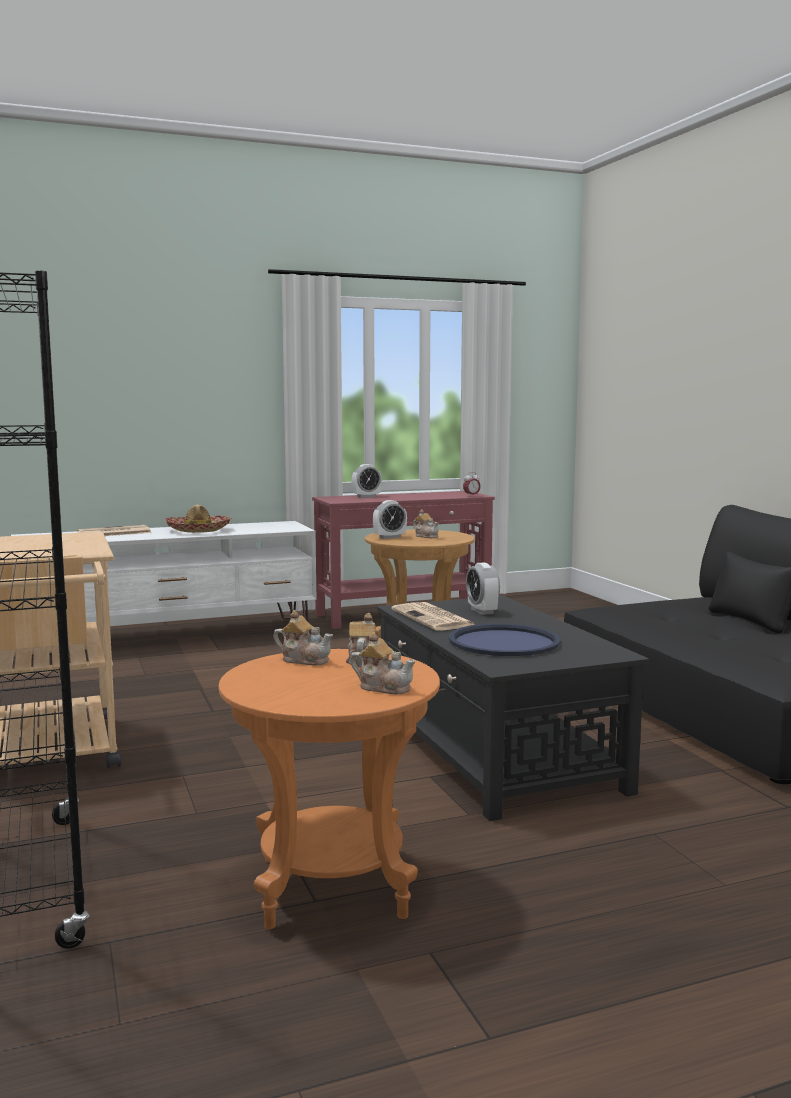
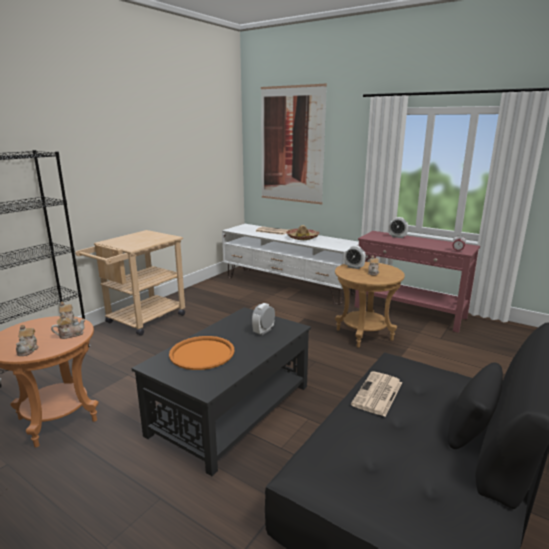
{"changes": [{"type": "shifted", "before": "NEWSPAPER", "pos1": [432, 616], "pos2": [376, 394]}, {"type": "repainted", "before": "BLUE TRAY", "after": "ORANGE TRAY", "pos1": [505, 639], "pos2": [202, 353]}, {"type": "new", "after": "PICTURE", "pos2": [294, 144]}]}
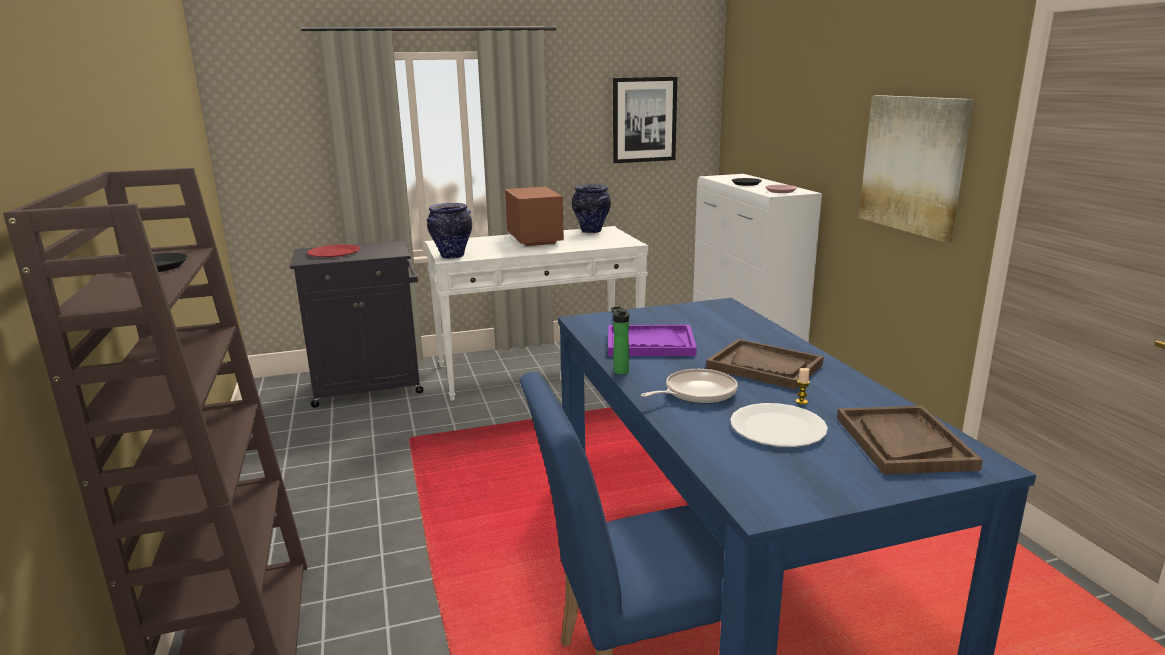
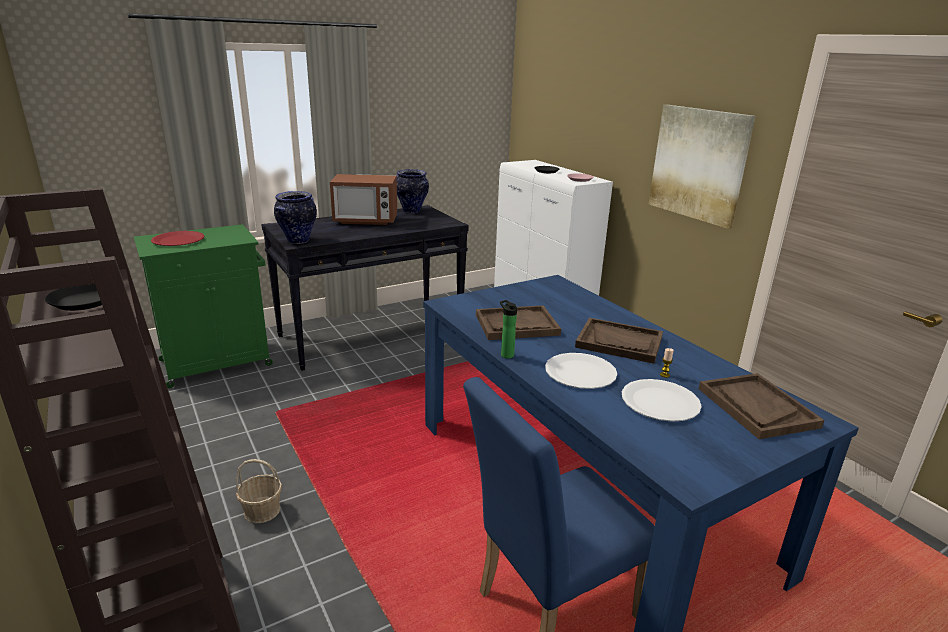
{"changes": [{"type": "repainted", "before": "BLACK CABINET", "after": "GREEN CABINET", "pos1": [357, 324], "pos2": [203, 306]}, {"type": "repainted", "before": "WHITE CONSOLE TABLE", "after": "BLACK CONSOLE TABLE", "pos1": [536, 313], "pos2": [365, 288]}, {"type": "rotated", "before": "MICROWAVE", "pos1": [534, 216], "pos2": [363, 199], "turn": 120}, {"type": "repainted", "before": "PURPLE TRAY", "after": "BROWN TRAY", "pos1": [652, 340], "pos2": [518, 322]}, {"type": "gone", "before": "PICTURE", "pos1": [645, 120]}, {"type": "swapped", "before": "FRYING PAN", "after": "WHITE PLATE", "pos1": [689, 386], "pos2": [581, 371]}, {"type": "new", "after": "BASKET", "pos2": [259, 491]}]}
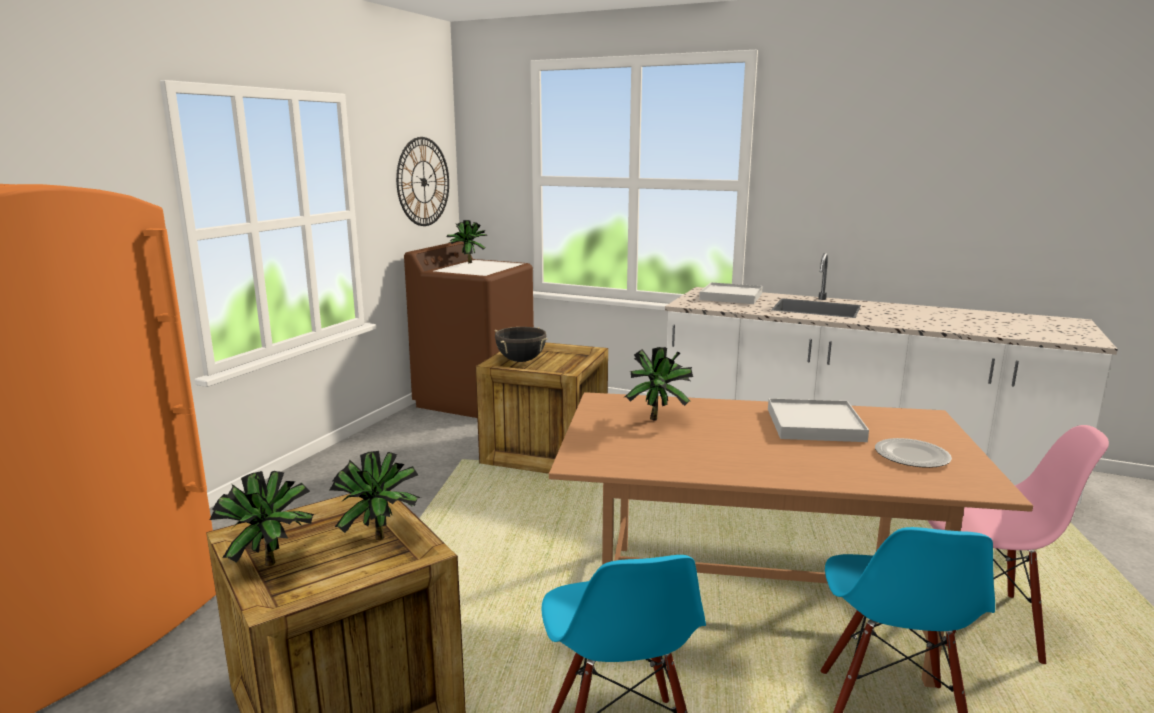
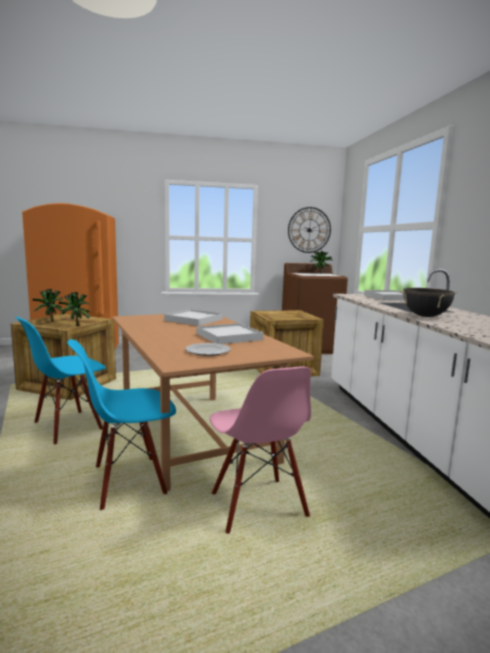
{"changes": [{"type": "shifted", "before": "BLACK COOKING POT", "pos1": [521, 344], "pos2": [428, 302]}, {"type": "swapped", "before": "POTTED PLANT", "after": "WHITE TRAY", "pos1": [659, 383], "pos2": [193, 317]}]}
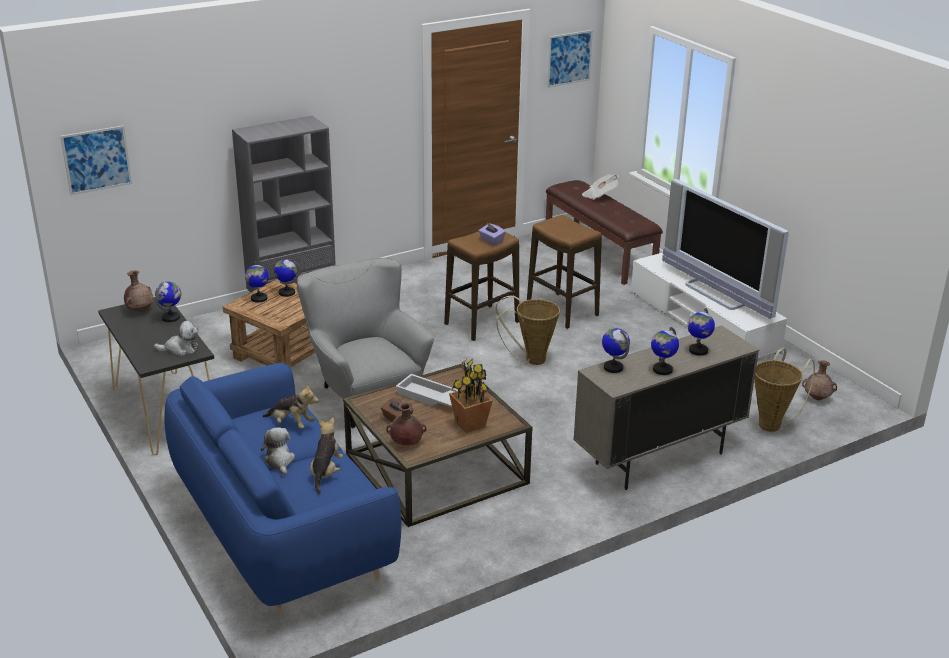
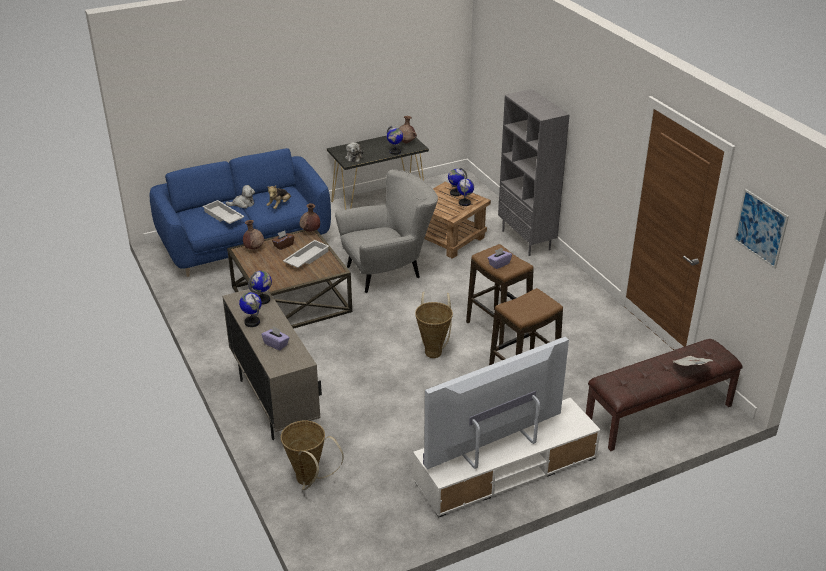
{"changes": [{"type": "gone", "before": "PICTURE", "pos1": [96, 160]}, {"type": "swapped", "before": "PLUSH TOY", "after": "WHITE TRAY", "pos1": [326, 455], "pos2": [223, 212]}, {"type": "gone", "before": "POTTED PLANT", "pos1": [471, 395]}, {"type": "swapped", "before": "GLOBE", "after": "PURPLE TISSUE BOX", "pos1": [701, 332], "pos2": [276, 338]}, {"type": "shifted", "before": "BROWN VASE", "pos1": [819, 380], "pos2": [310, 217]}]}
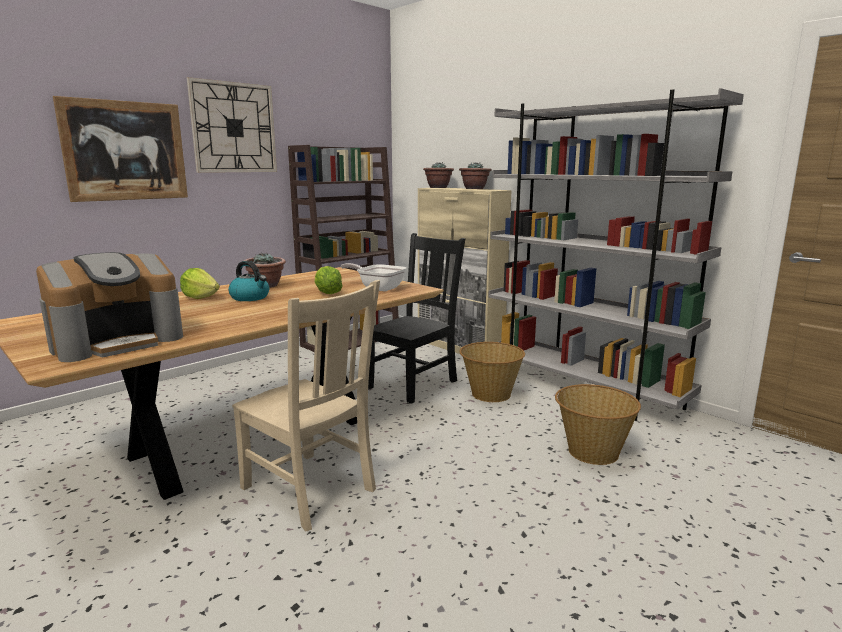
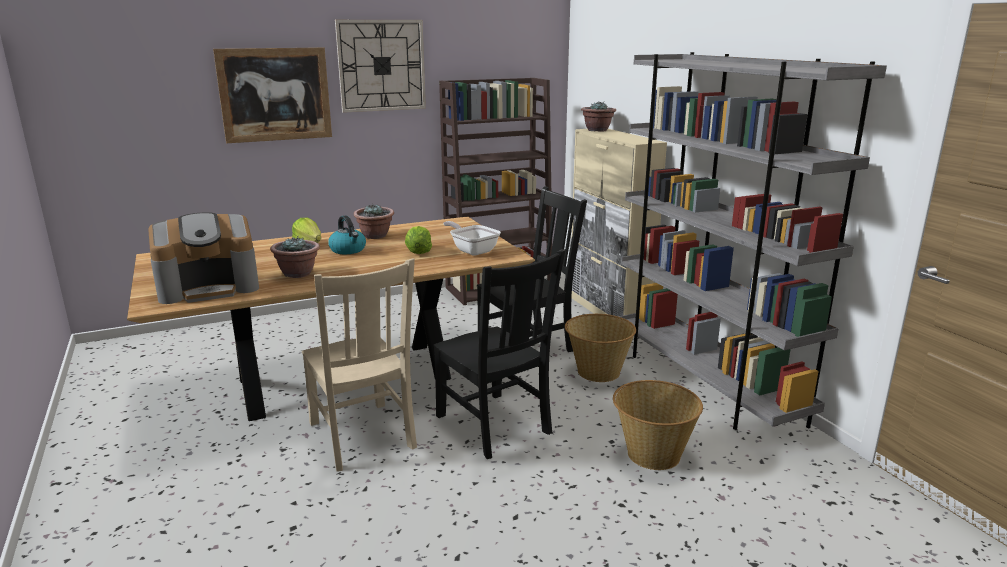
{"changes": [{"type": "shifted", "before": "POTTED PLANT", "pos1": [475, 175], "pos2": [295, 257]}, {"type": "new", "after": "BLACK CHAIR", "pos2": [499, 354]}]}
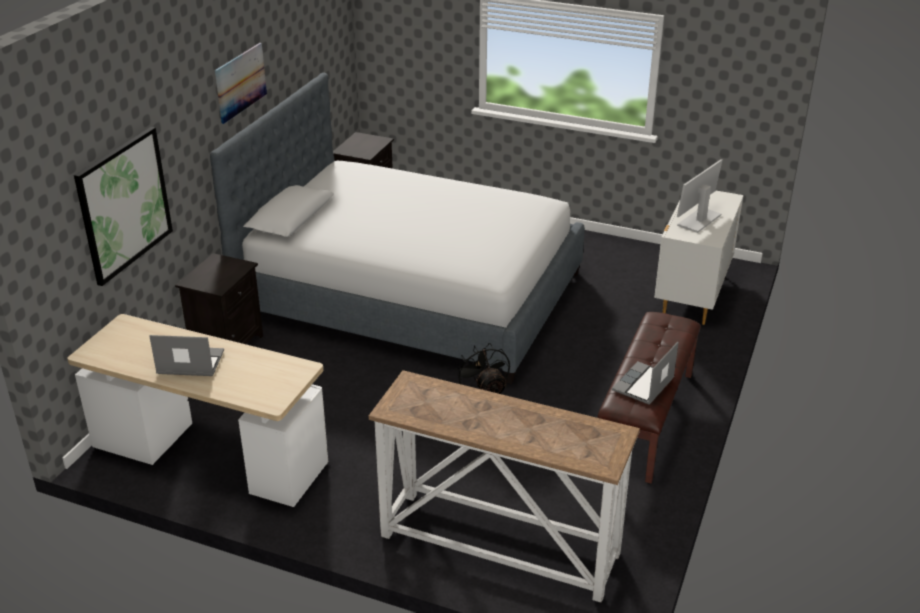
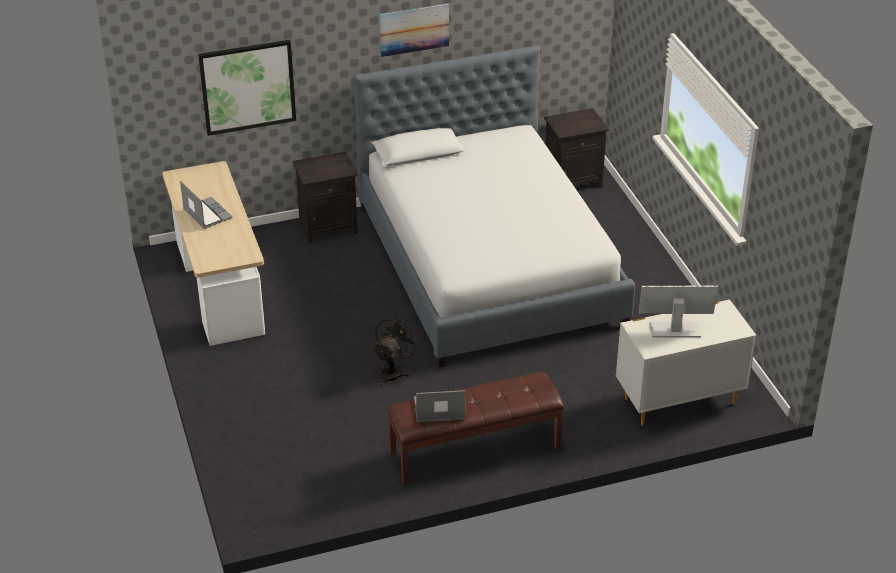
{"changes": [{"type": "gone", "before": "CONSOLE TABLE", "pos1": [504, 486]}]}
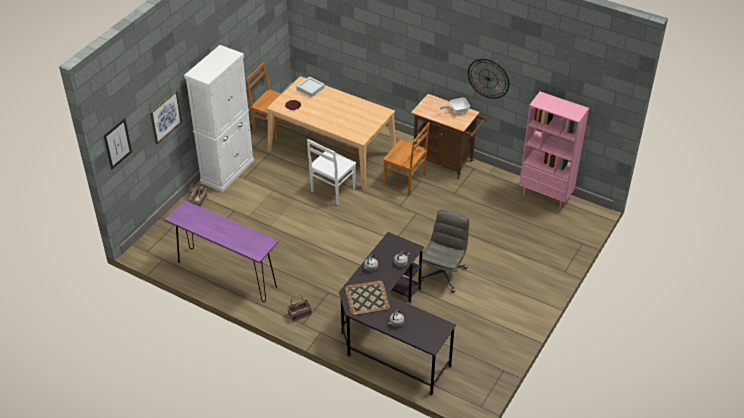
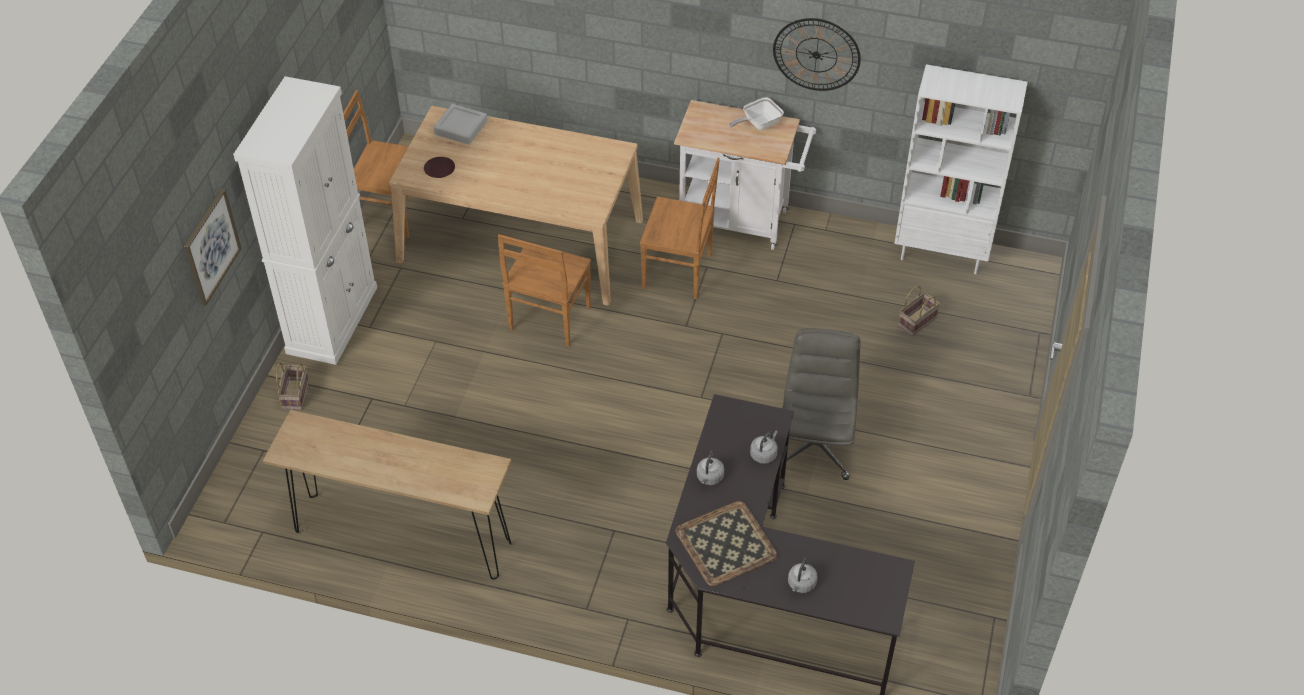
{"changes": [{"type": "gone", "before": "PICTURE", "pos1": [118, 144]}, {"type": "repainted", "before": "PURPLE CONSOLE TABLE", "after": "BROWN CONSOLE TABLE", "pos1": [221, 251], "pos2": [387, 495]}, {"type": "shifted", "before": "BASKET", "pos1": [299, 308], "pos2": [919, 311]}, {"type": "repainted", "before": "WHITE CHAIR", "after": "BROWN CHAIR", "pos1": [331, 172], "pos2": [544, 290]}, {"type": "repainted", "before": "BROWN CART", "after": "WHITE CART", "pos1": [449, 136], "pos2": [745, 175]}, {"type": "repainted", "before": "PINK BOOKCASE", "after": "WHITE BOOKCASE", "pos1": [554, 150], "pos2": [961, 169]}]}
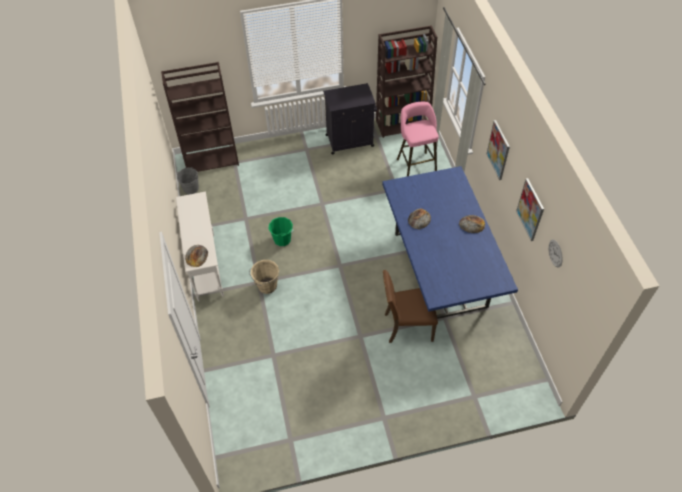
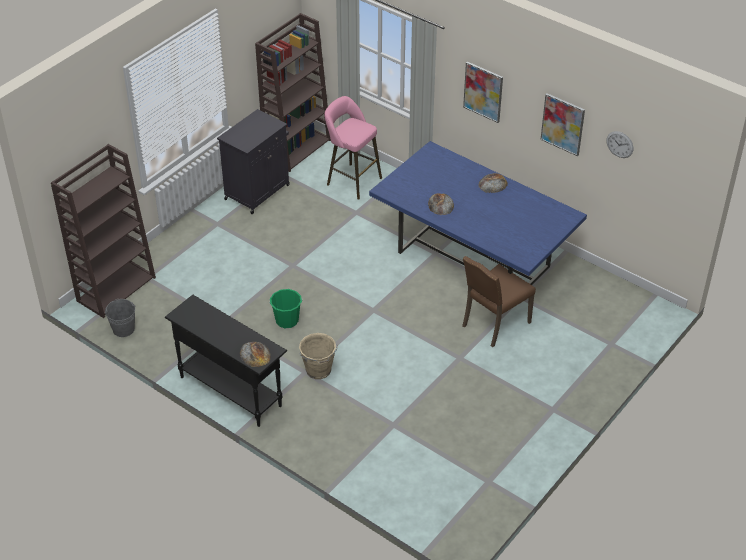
{"changes": [{"type": "repainted", "before": "WHITE CONSOLE TABLE", "after": "BLACK CONSOLE TABLE", "pos1": [200, 246], "pos2": [226, 361]}]}
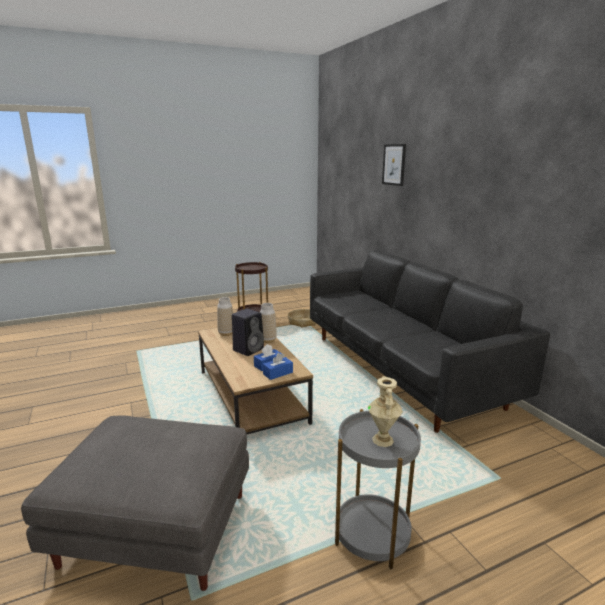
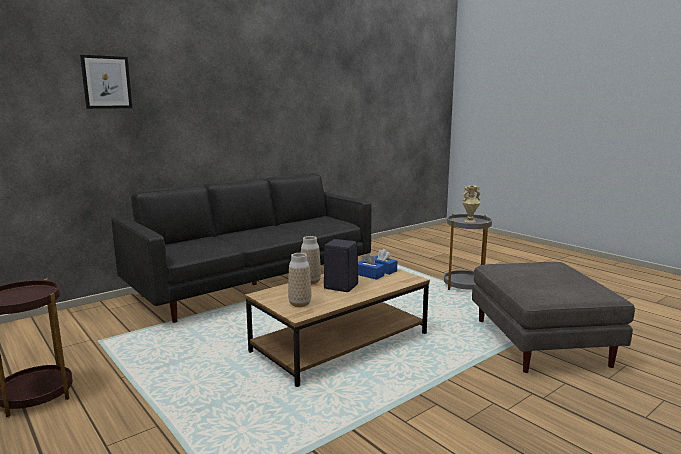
{"changes": [{"type": "gone", "before": "BASKET", "pos1": [302, 318]}]}
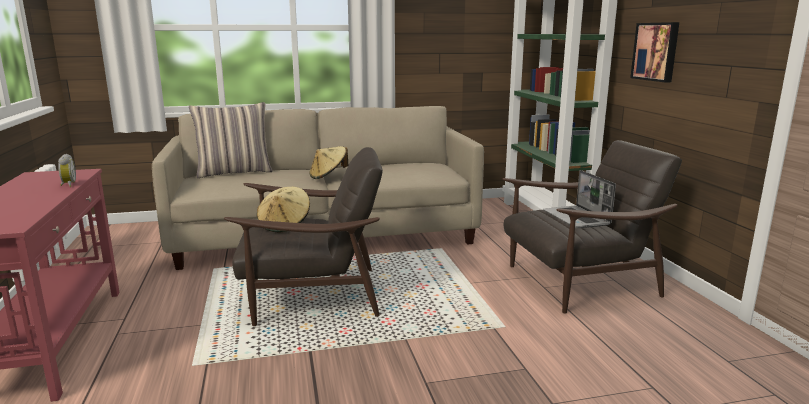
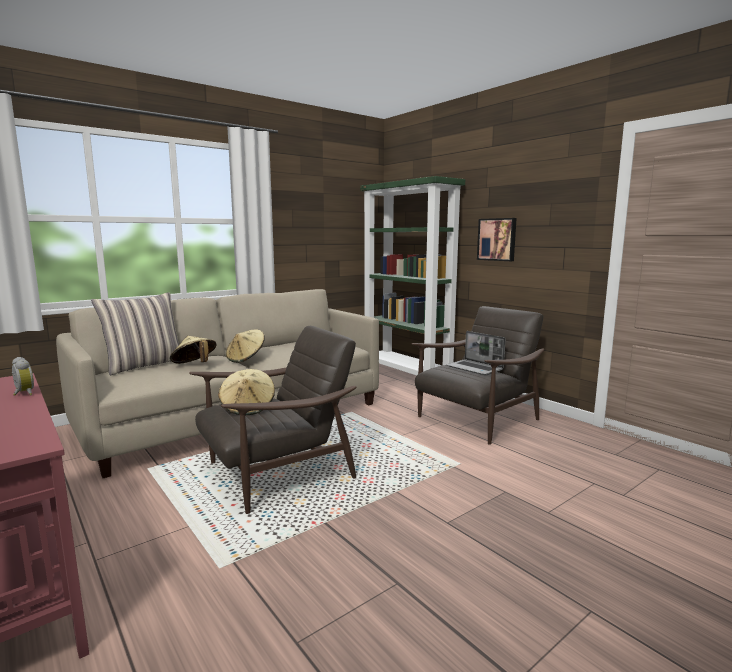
{"changes": [{"type": "new", "after": "BEIGE HAT", "pos2": [193, 350]}]}
